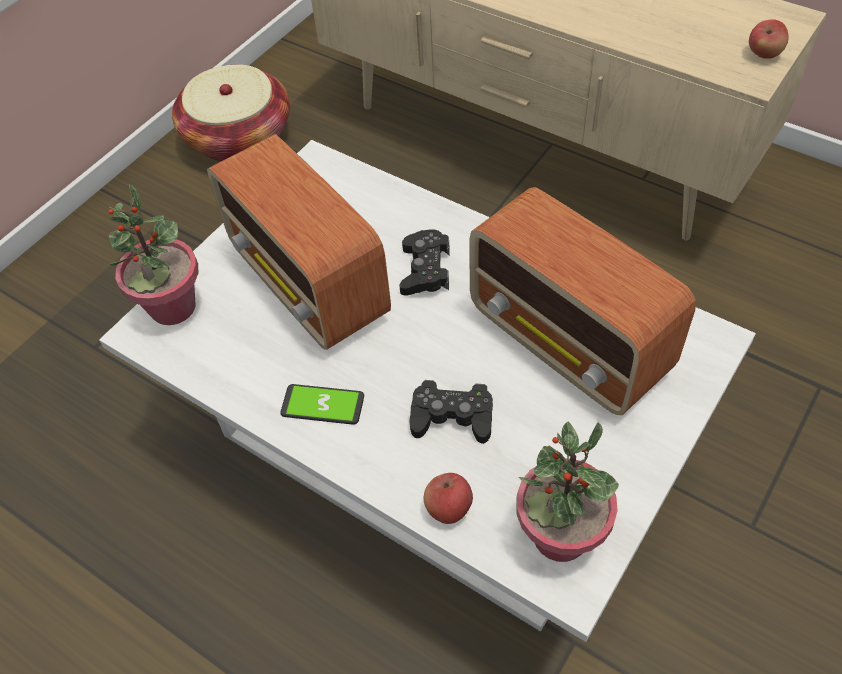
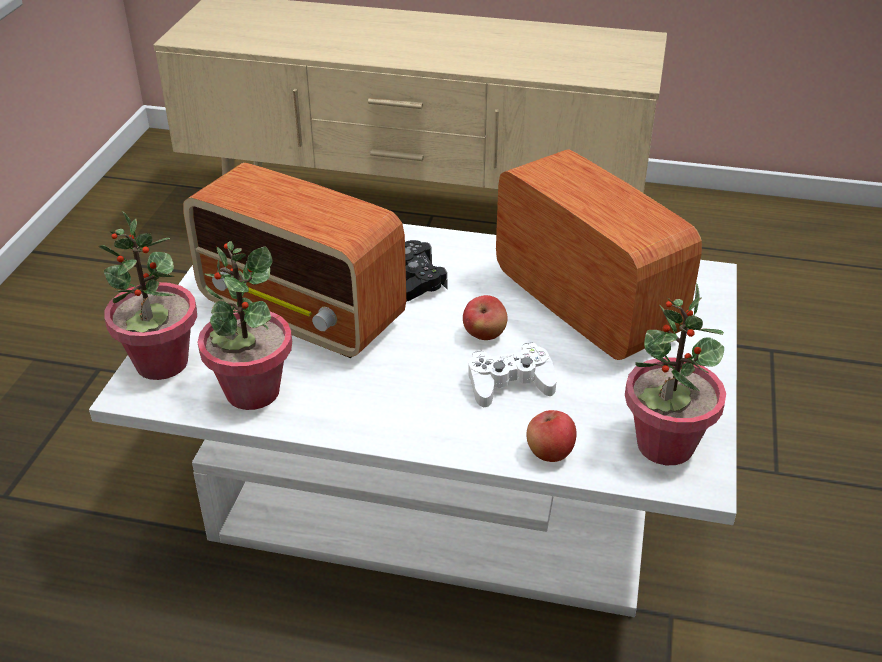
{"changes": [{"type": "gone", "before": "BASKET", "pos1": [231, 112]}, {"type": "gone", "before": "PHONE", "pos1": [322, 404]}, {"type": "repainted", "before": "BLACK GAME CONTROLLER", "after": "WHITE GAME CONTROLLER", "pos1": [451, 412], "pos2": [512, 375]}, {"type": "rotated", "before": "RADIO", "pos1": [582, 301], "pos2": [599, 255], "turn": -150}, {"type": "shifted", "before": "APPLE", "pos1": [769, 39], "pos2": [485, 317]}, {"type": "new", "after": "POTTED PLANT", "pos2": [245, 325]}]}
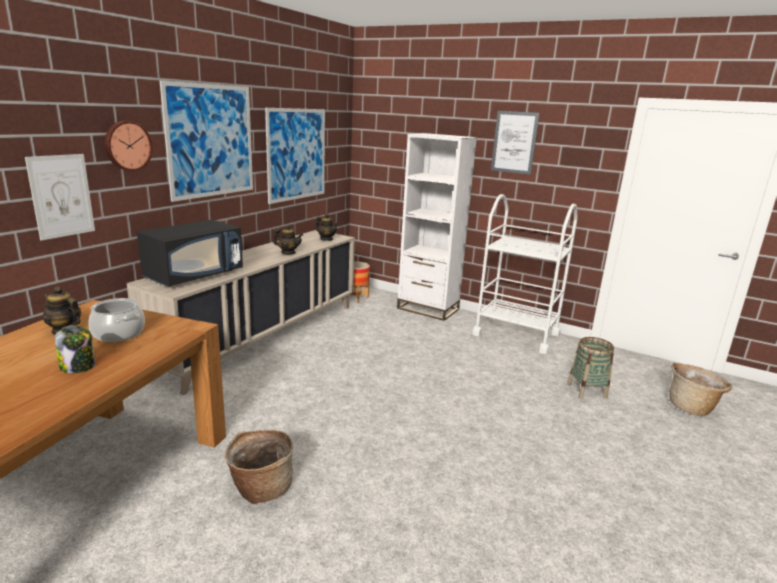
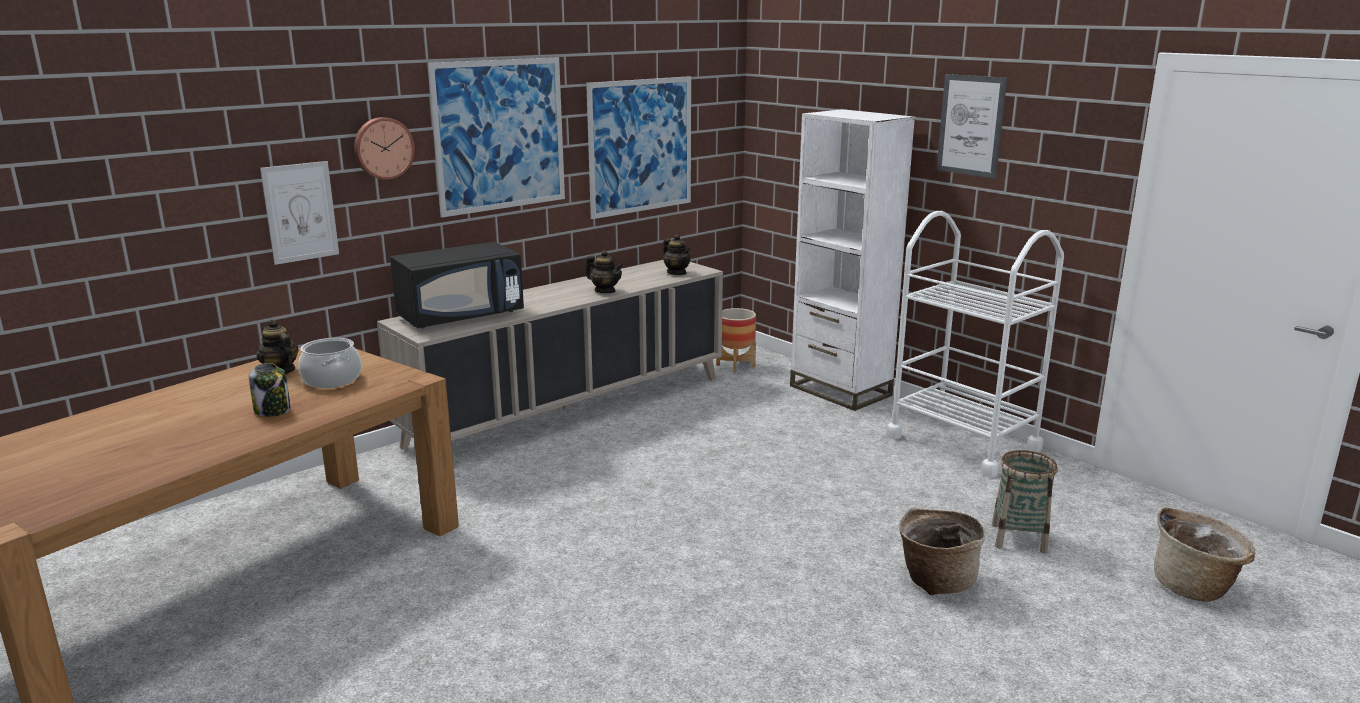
{"changes": [{"type": "shifted", "before": "BASKET", "pos1": [259, 467], "pos2": [942, 551]}]}
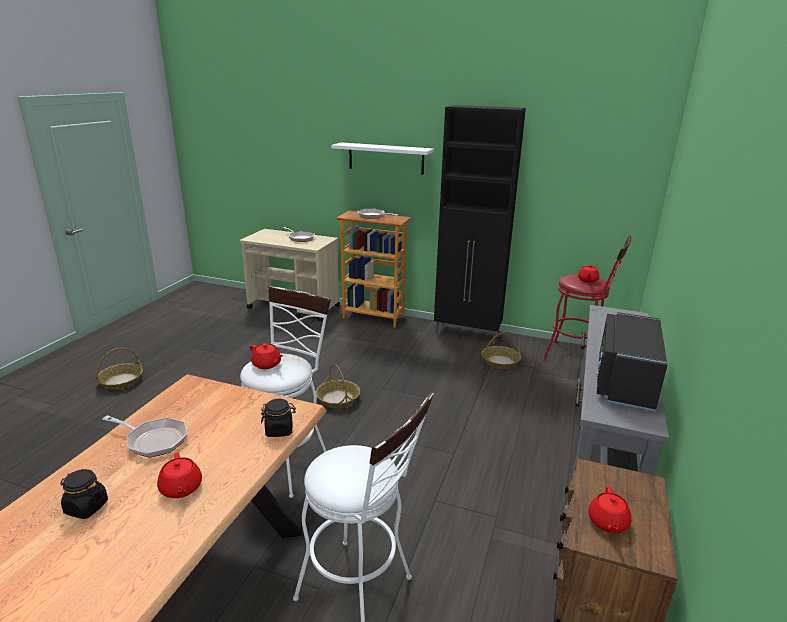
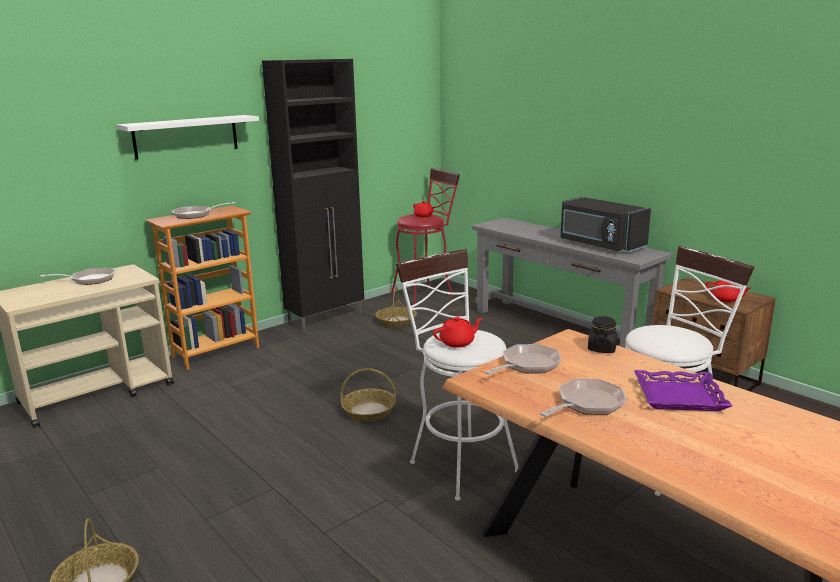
{"changes": [{"type": "gone", "before": "BLACK JAR", "pos1": [84, 494]}, {"type": "swapped", "before": "RED TEAPOT", "after": "PURPLE TRAY", "pos1": [179, 475], "pos2": [683, 390]}, {"type": "new", "after": "FRYING PAN", "pos2": [523, 359]}]}
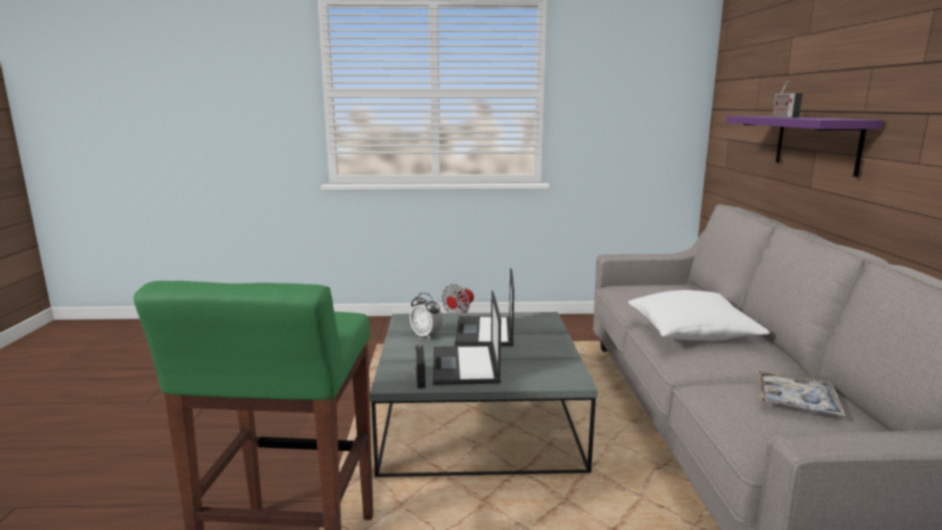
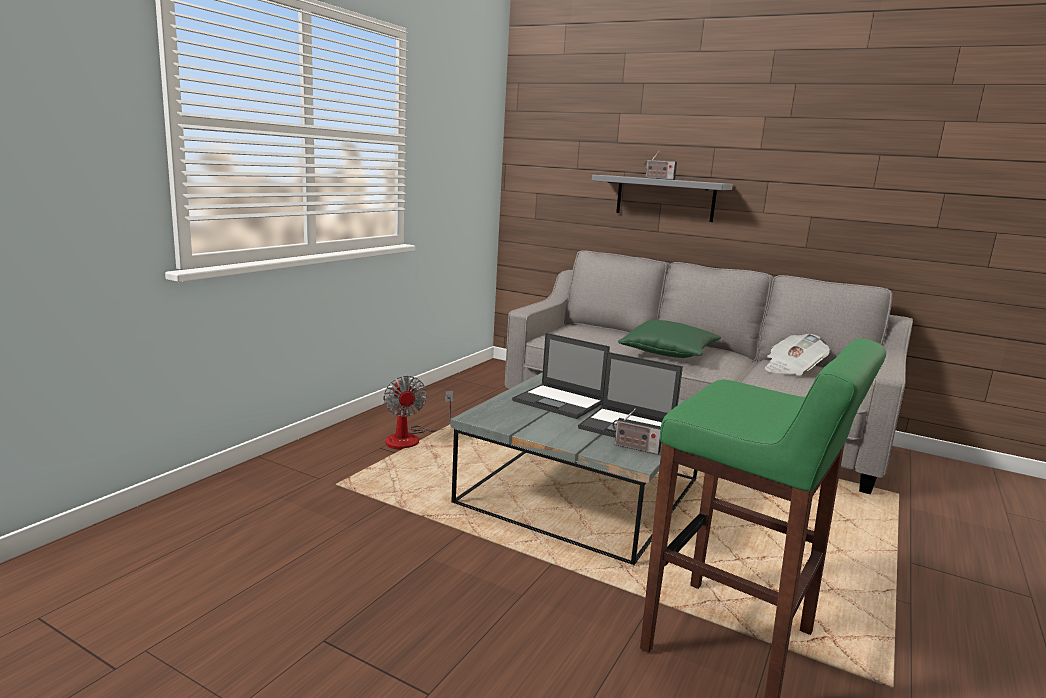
{"changes": [{"type": "gone", "before": "ALARM CLOCK", "pos1": [426, 316]}, {"type": "repainted", "before": "WHITE PILLOW", "after": "GREEN PILLOW", "pos1": [699, 315], "pos2": [669, 339]}, {"type": "repainted", "before": "PURPLE SHELF", "after": "GREY SHELF", "pos1": [804, 146], "pos2": [662, 198]}, {"type": "swapped", "before": "TRAY", "after": "NEWSPAPER", "pos1": [802, 393], "pos2": [797, 354]}]}
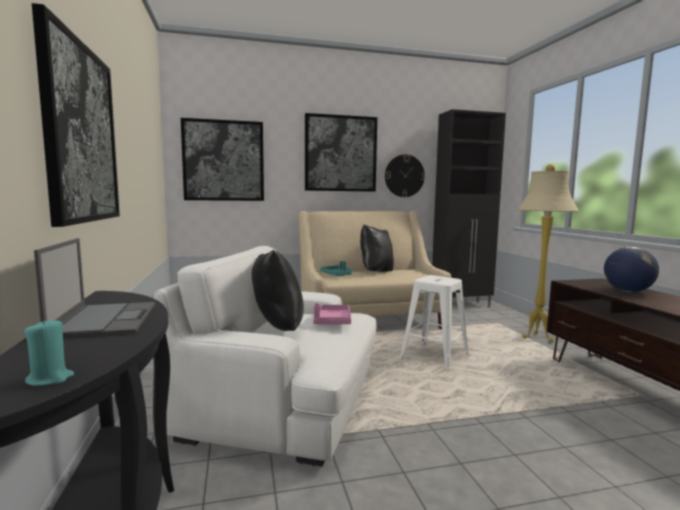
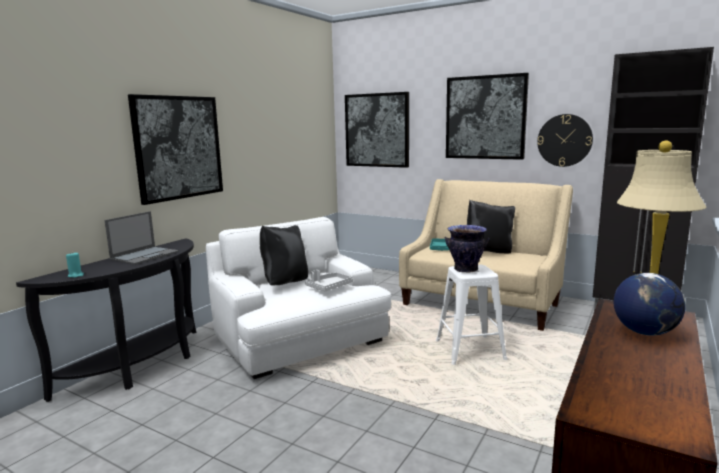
{"changes": [{"type": "repainted", "before": "PINK TRAY", "after": "GREY TRAY", "pos1": [332, 314], "pos2": [329, 280]}, {"type": "new", "after": "VASE", "pos2": [467, 249]}]}
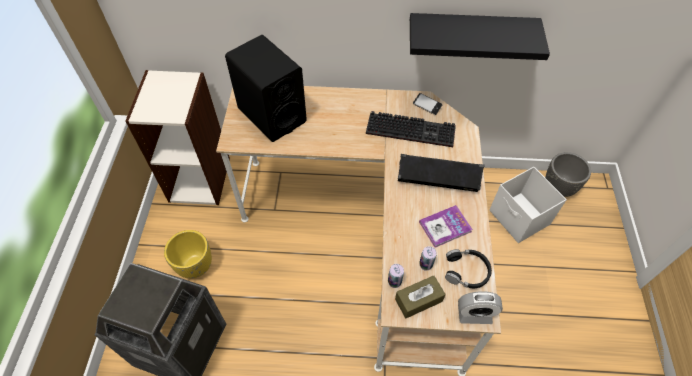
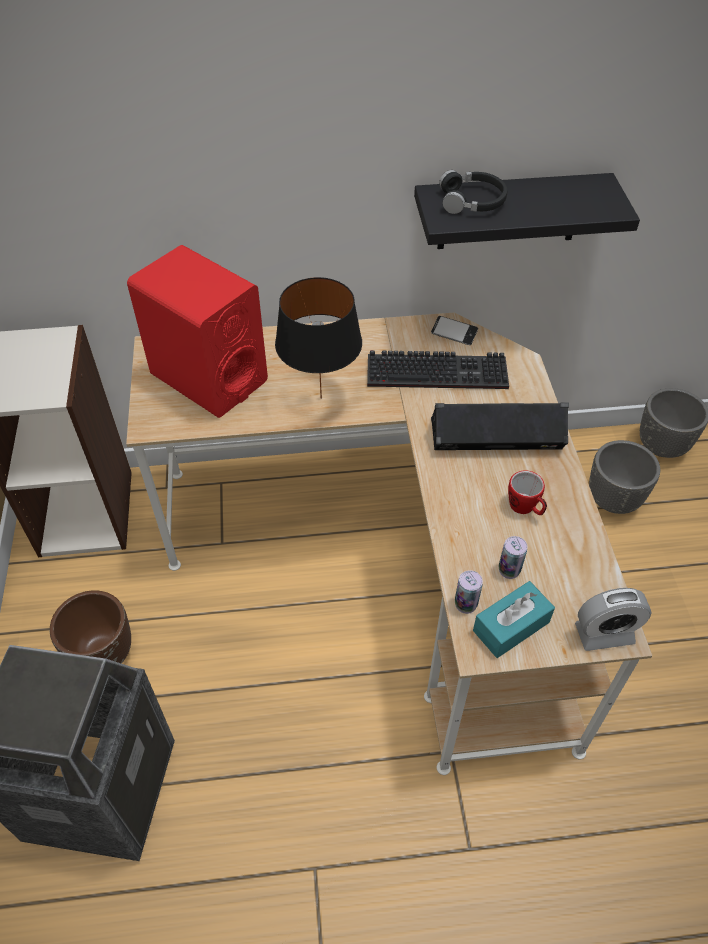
{"changes": [{"type": "repainted", "before": "YELLOW PLANTER", "after": "BROWN PLANTER", "pos1": [188, 254], "pos2": [90, 626]}, {"type": "repainted", "before": "BLACK SPEAKER", "after": "RED SPEAKER", "pos1": [266, 88], "pos2": [197, 331]}, {"type": "repainted", "before": "BROWN TISSUE BOX", "after": "TURQUOISE TISSUE BOX", "pos1": [420, 296], "pos2": [514, 619]}, {"type": "swapped", "before": "BOOK", "after": "MUG", "pos1": [446, 226], "pos2": [527, 492]}, {"type": "shifted", "before": "BLACK HEADPHONES", "pos1": [468, 268], "pos2": [473, 192]}, {"type": "swapped", "before": "WHITE STORAGE BOX", "after": "GREY PLANTER", "pos1": [528, 205], "pos2": [624, 477]}, {"type": "new", "after": "BLACK TABLE LAMP", "pos2": [318, 338]}]}
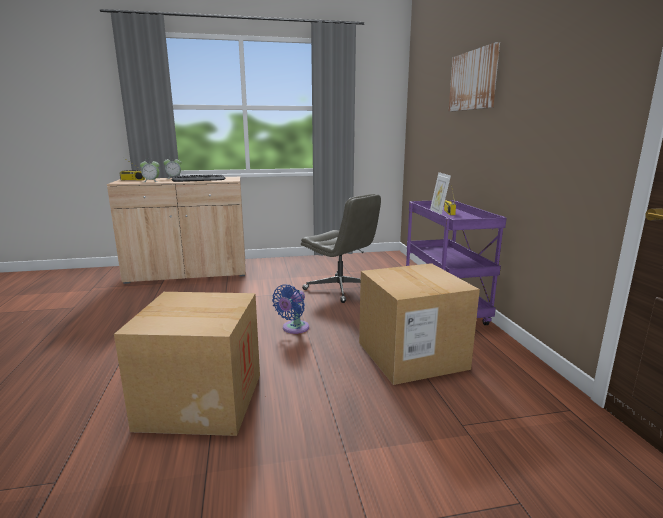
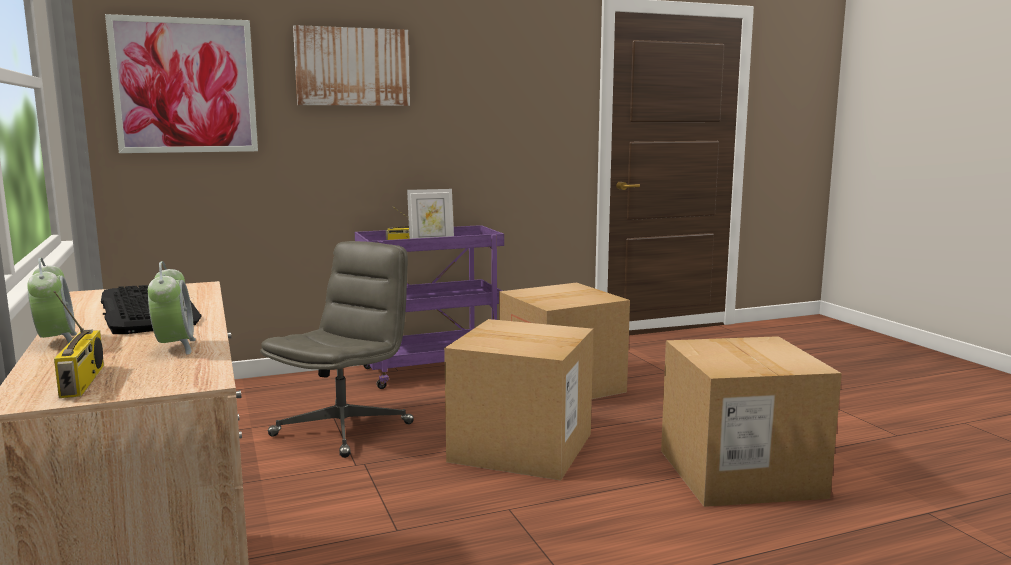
{"changes": [{"type": "swapped", "before": "BLUE FAN", "after": "CARDBOARD BOX", "pos1": [290, 309], "pos2": [518, 400]}, {"type": "new", "after": "PICTURE", "pos2": [181, 83]}]}
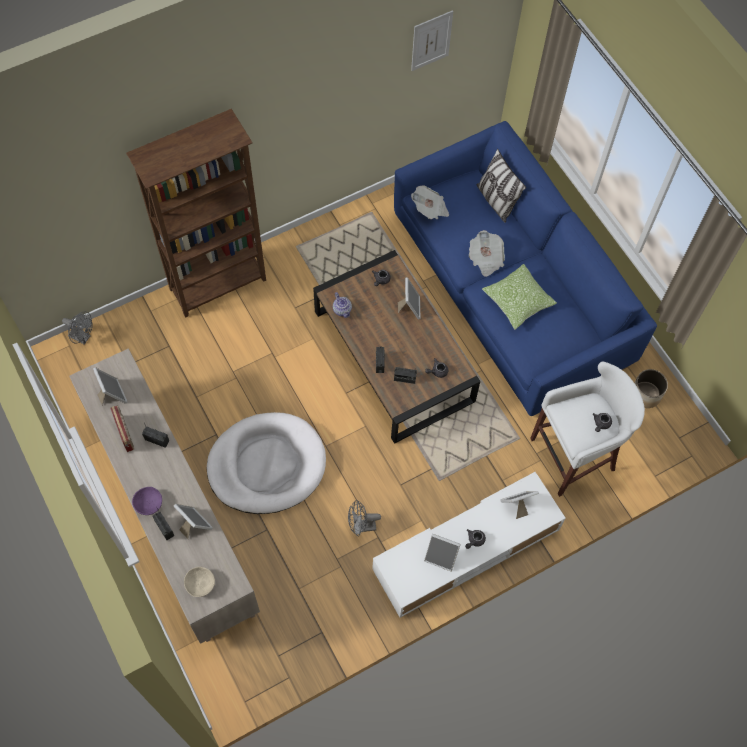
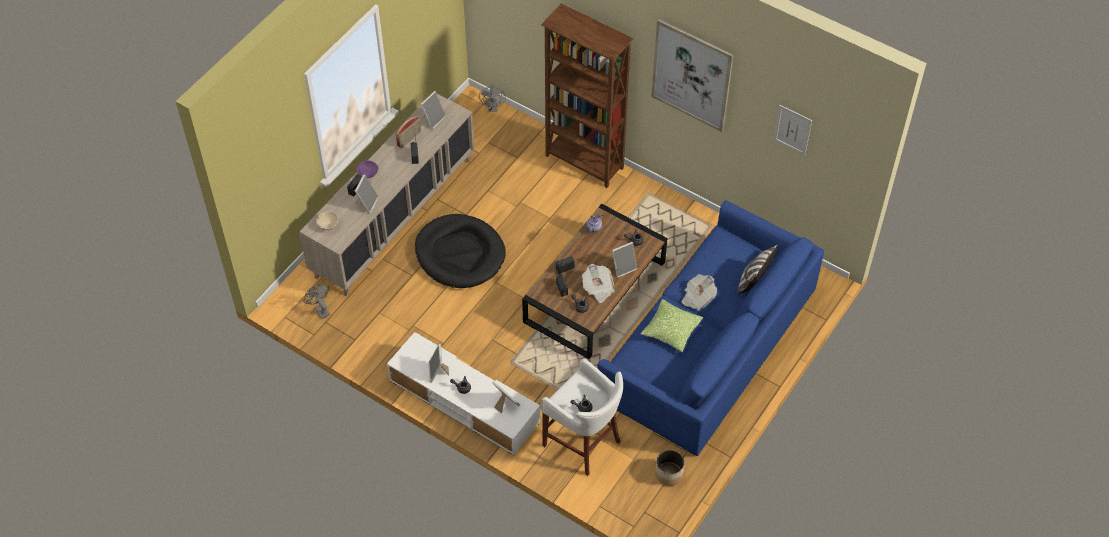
{"changes": [{"type": "repainted", "before": "WHITE DOG BED", "after": "BLACK DOG BED", "pos1": [266, 463], "pos2": [460, 251]}, {"type": "shifted", "before": "GREY FAN", "pos1": [364, 518], "pos2": [317, 301]}, {"type": "shifted", "before": "NEWSPAPER", "pos1": [430, 202], "pos2": [598, 283]}, {"type": "new", "after": "PICTURE", "pos2": [692, 75]}]}
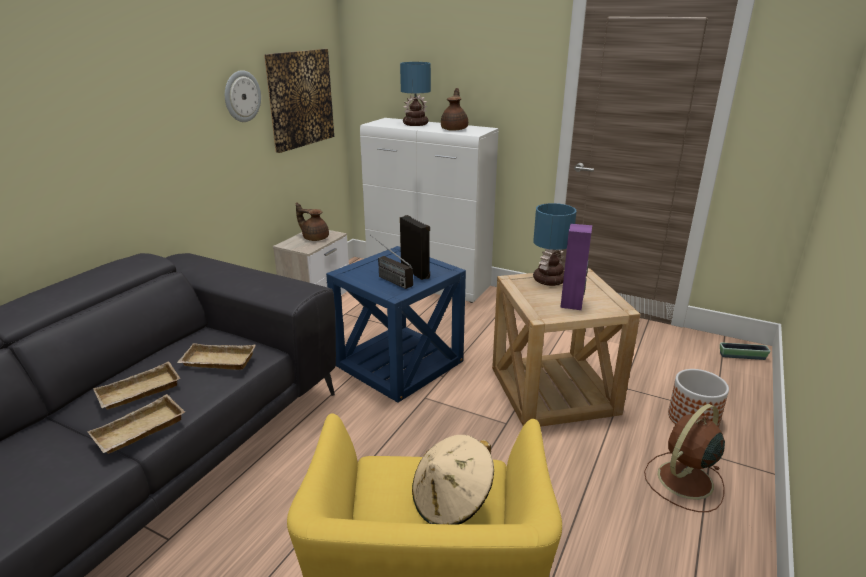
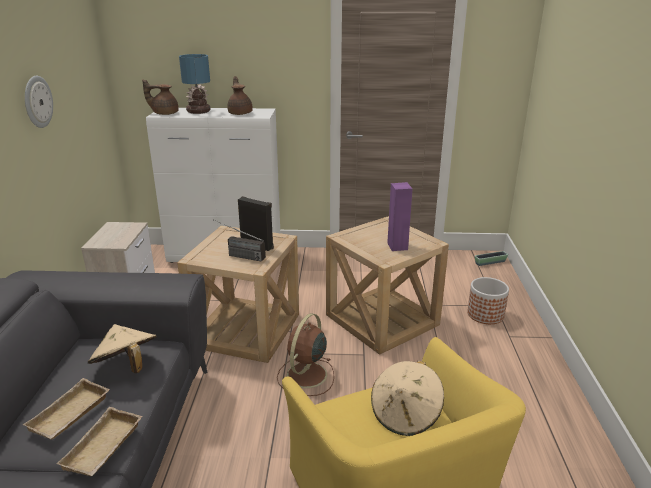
{"changes": [{"type": "swapped", "before": "BEIGE TRAY", "after": "BEIGE HAT", "pos1": [216, 356], "pos2": [122, 348]}, {"type": "gone", "before": "PICTURE", "pos1": [299, 101]}, {"type": "shifted", "before": "BROWN TEAPOT", "pos1": [312, 221], "pos2": [160, 97]}, {"type": "repainted", "before": "BLUE SIDE TABLE", "after": "BEIGE SIDE TABLE", "pos1": [396, 324], "pos2": [238, 294]}, {"type": "gone", "before": "TABLE LAMP", "pos1": [555, 244]}, {"type": "shifted", "before": "BROWN FAN", "pos1": [684, 458], "pos2": [305, 354]}]}
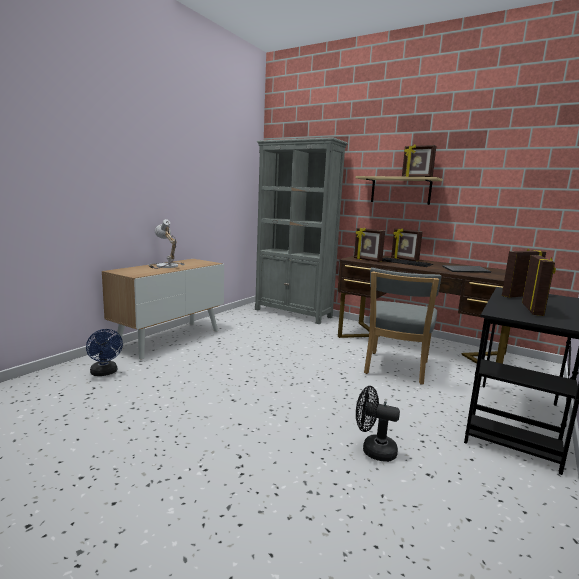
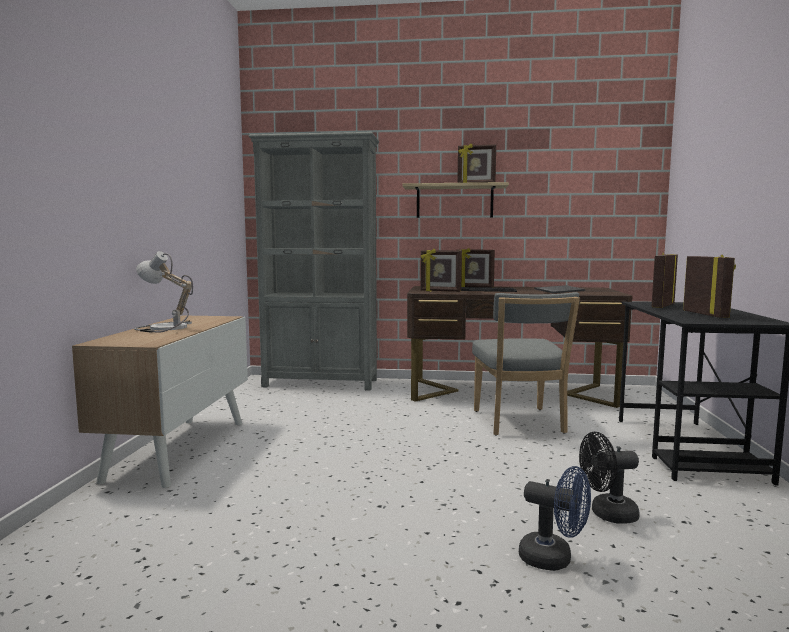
{"changes": [{"type": "shifted", "before": "BLUE FAN", "pos1": [104, 352], "pos2": [555, 518]}]}
